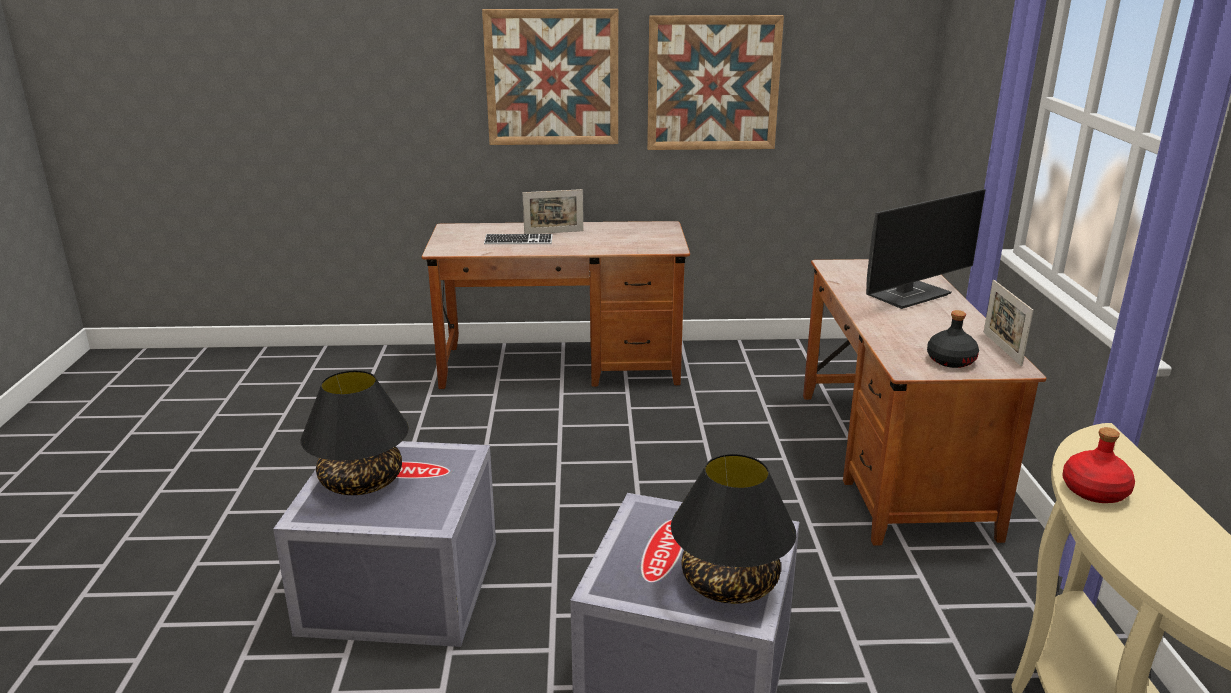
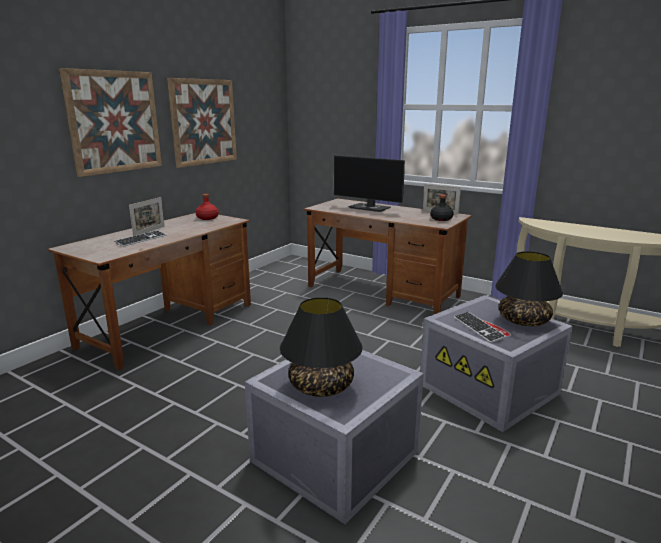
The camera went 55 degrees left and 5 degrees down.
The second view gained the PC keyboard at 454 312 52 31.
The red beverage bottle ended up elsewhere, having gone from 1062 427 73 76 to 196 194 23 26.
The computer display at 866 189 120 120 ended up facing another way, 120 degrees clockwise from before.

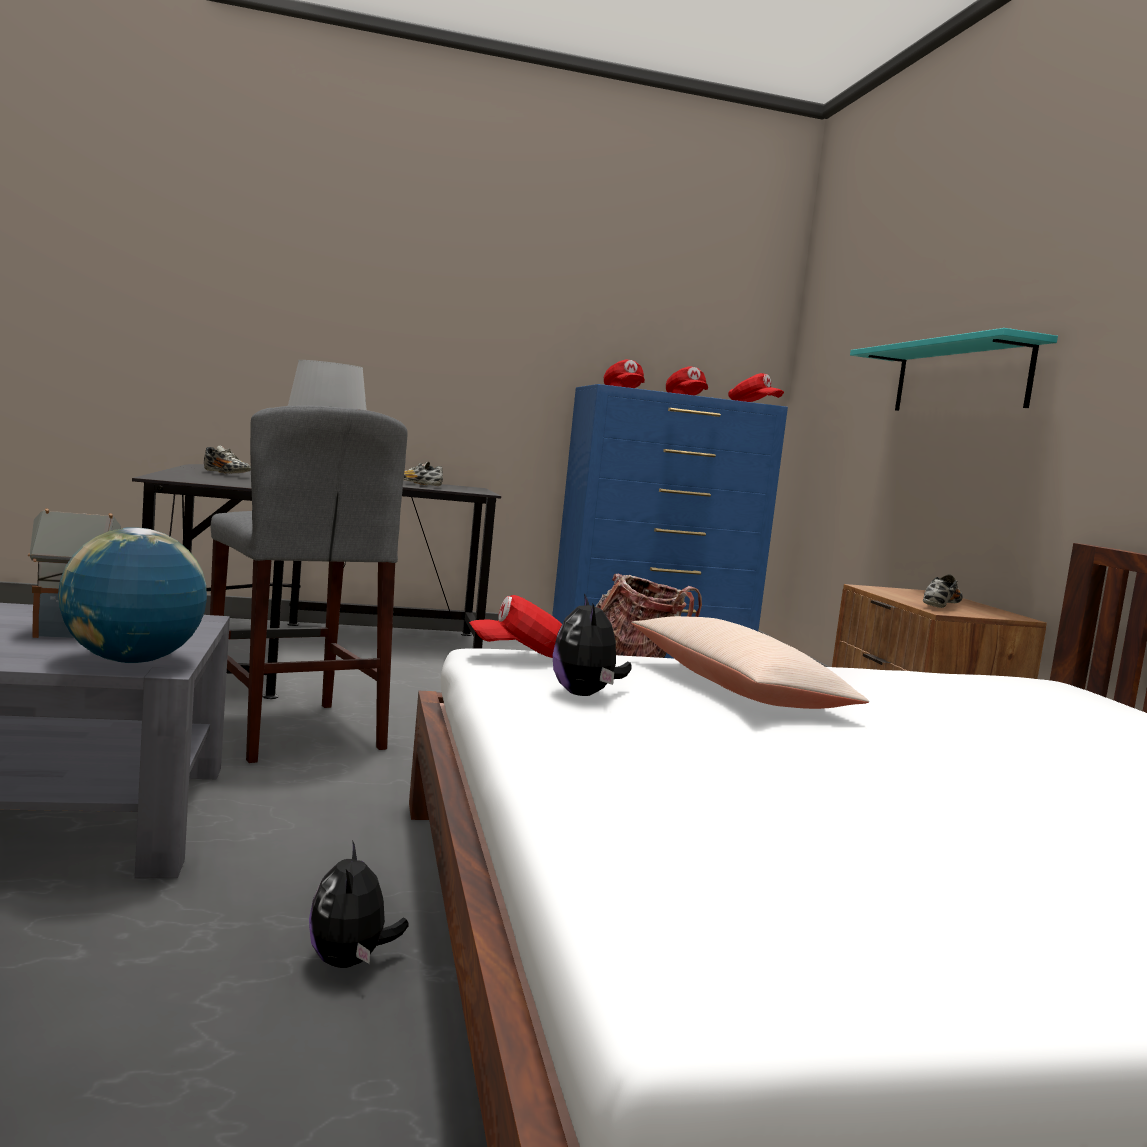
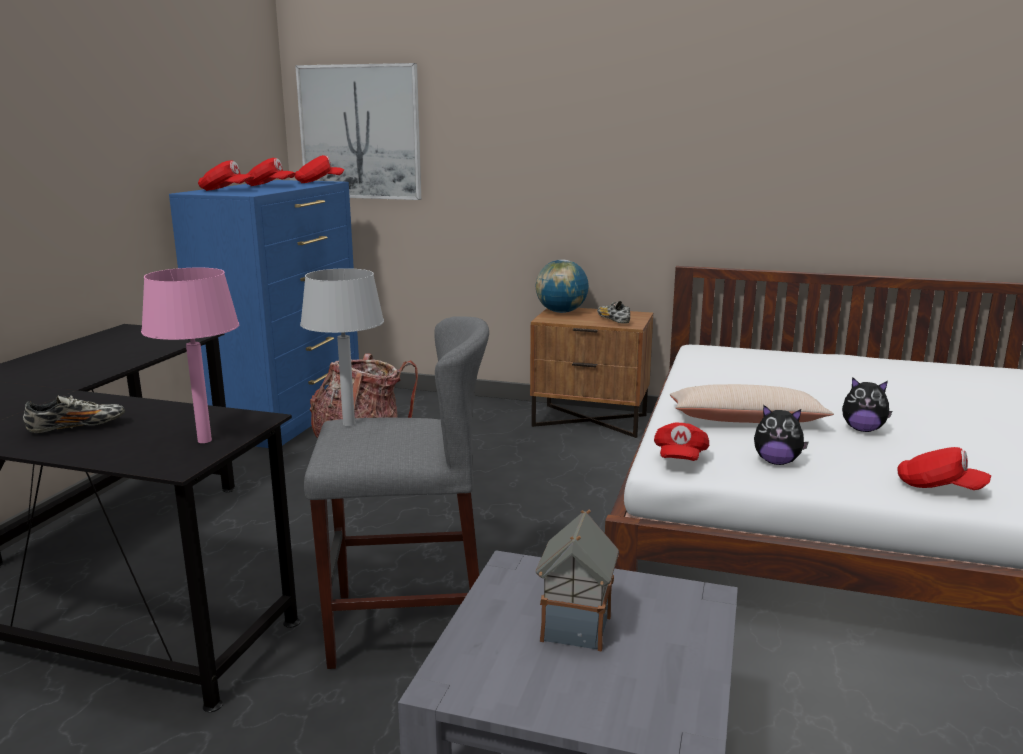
The camera went 60 degrees left and 10 degrees up.
The second view lost the shoe at 404 462 39 24.
The second view lost the turquoise wall shelf at 850 328 208 83.
The second view gained the pink-coloured table lamp at 141 268 98 175.
The second view gained the wall picture at 295 63 126 137.
The second view gained the red cap at 897 447 94 43.
The desk globe ended up elsewhere, having gone from 58 527 149 136 to 536 260 53 53.
The cuddly toy ended up elsewhere, having gone from 309 840 99 128 to 842 377 50 55.

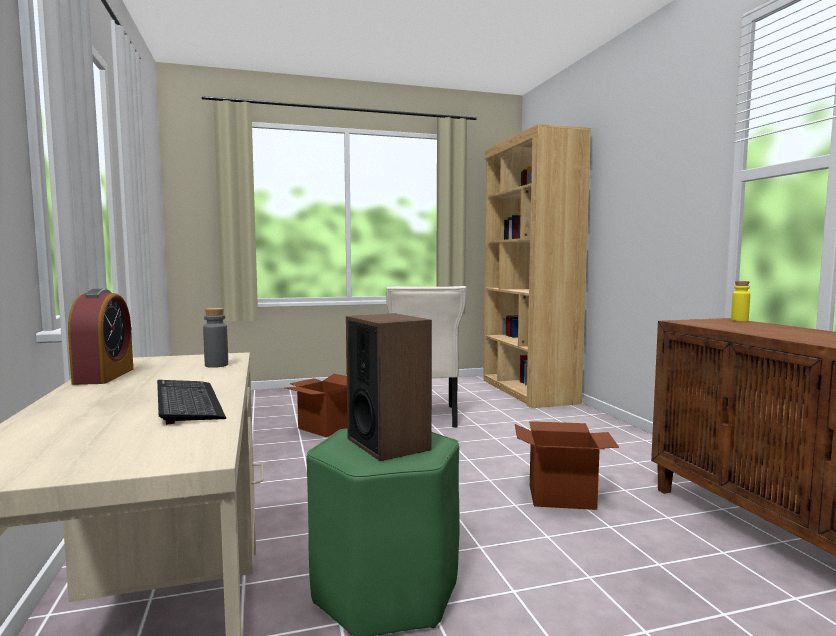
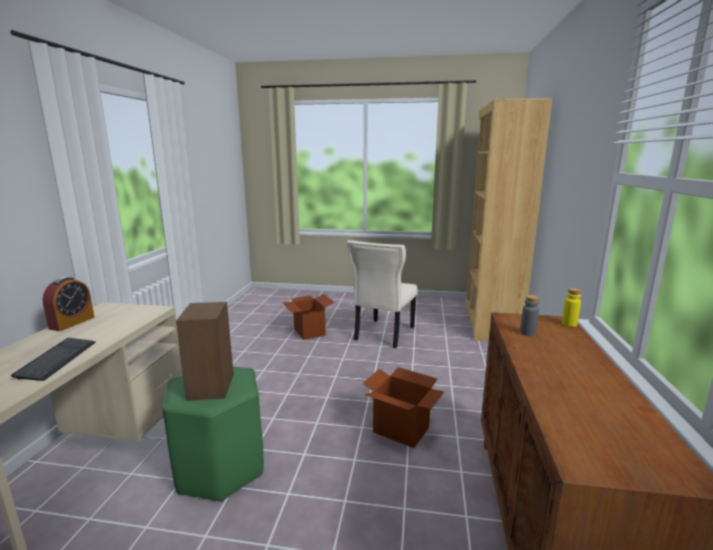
The camera went 25 degrees right and 10 degrees up.
The gray beverage bottle ended up elsewhere, having gone from 203 308 25 60 to 520 295 19 41.

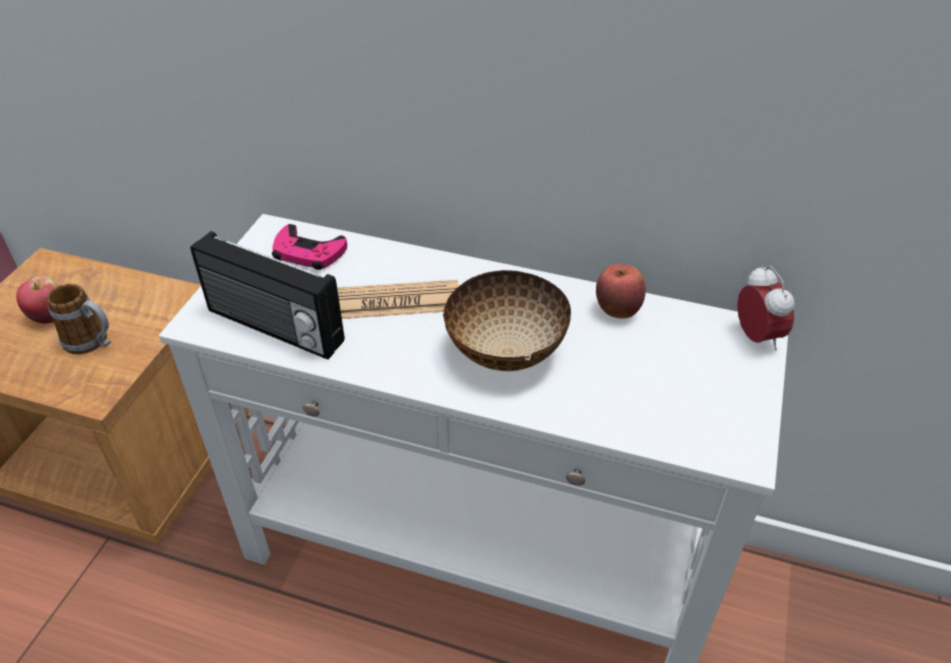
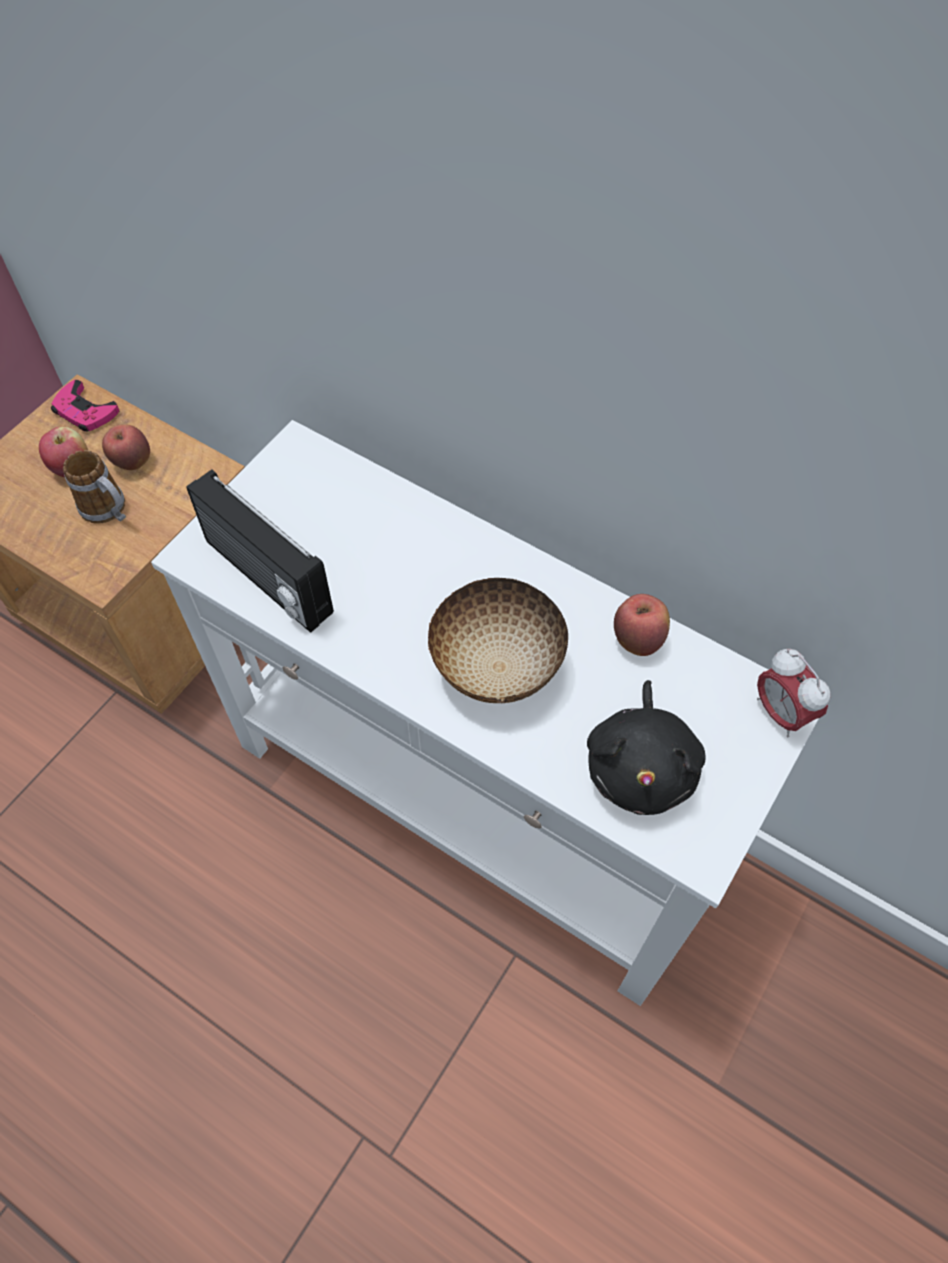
The camera went 15 degrees right and 15 degrees up.
The second view lost the printed paper at 337 280 122 39.
The second view gained the apple at 102 424 48 46.
The second view gained the black cuddly toy at 587 680 119 135.
The pink-coloured game controller ended up elsewhere, having gone from 272 224 75 46 to 51 380 68 52.
The table clock at 737 264 58 86 ended up facing another way, 150 degrees clockwise from before.

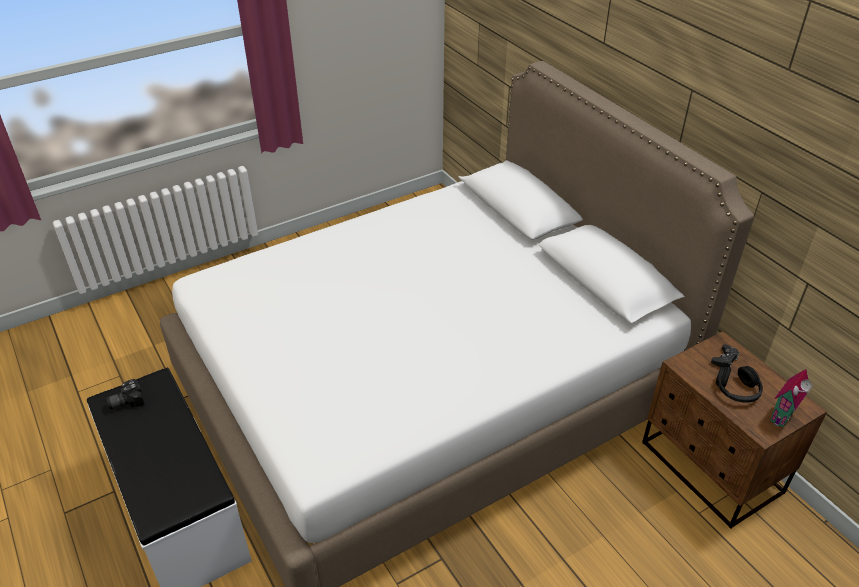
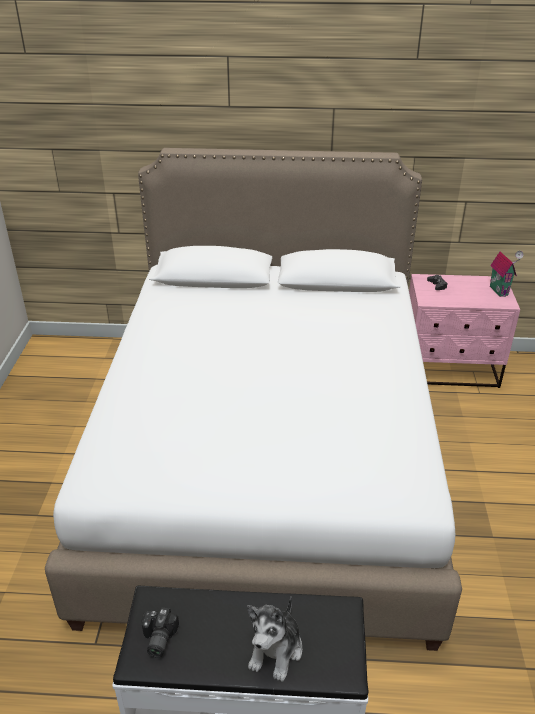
The camera went 55 degrees left and 5 degrees down.
The second view lost the black headphones at 716 366 47 37.
The second view gained the cuddly toy at 247 597 55 85.
What was the brownish night table at 642 331 185 198 turned into the pink-coloured night table at 409 274 111 114.

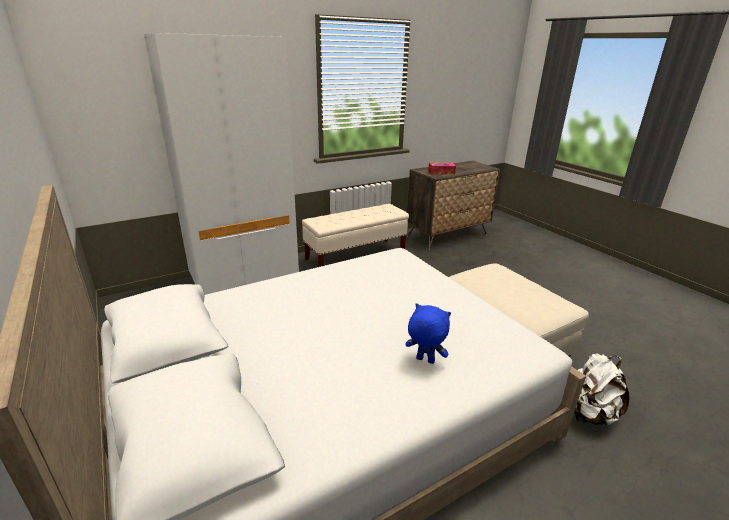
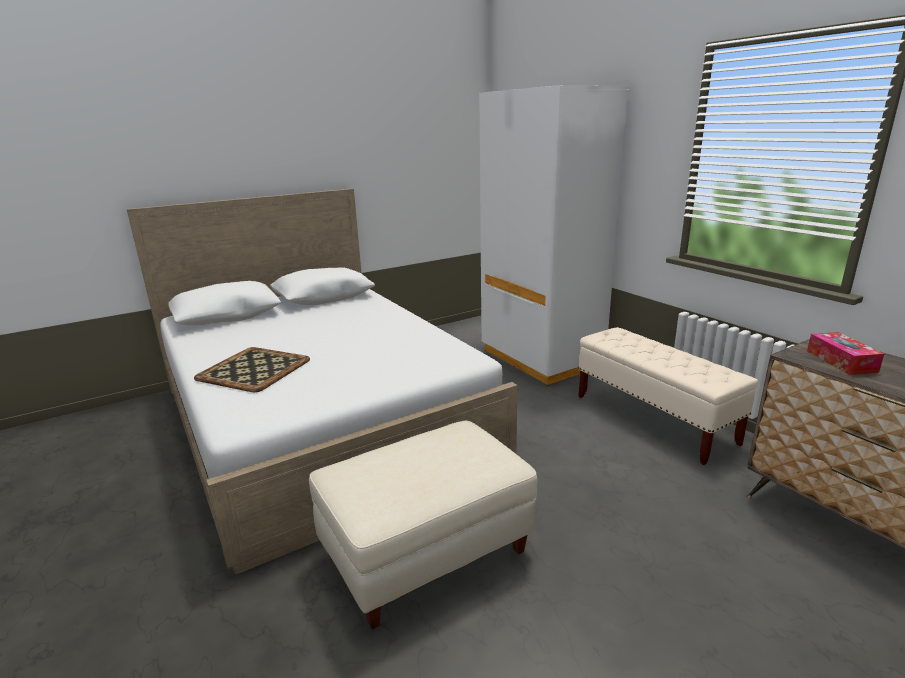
The camera went 90 degrees right and 5 degrees down.
The second view lost the whitish knapsack at 574 353 55 72.
Where the blue-coloured cuddly toy stood at 405 303 46 61, the tray came to stand at 194 347 116 45.

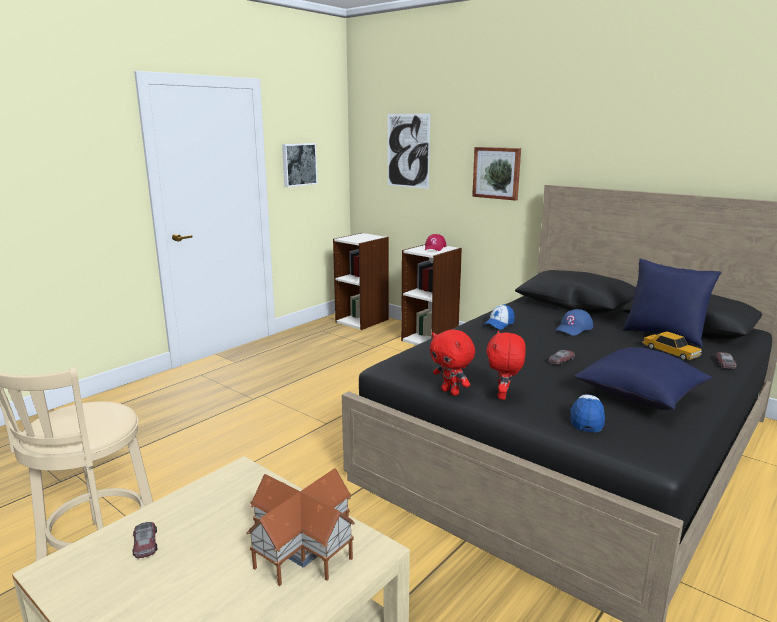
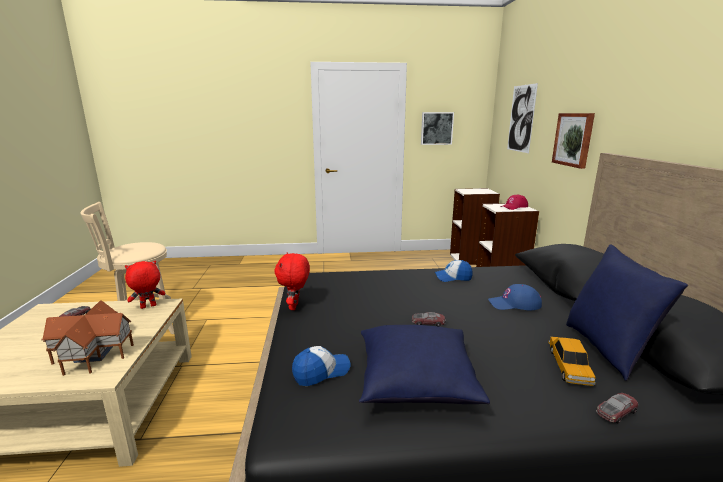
The camera went 45 degrees right and 0 degrees up.
The red cuddly toy ended up elsewhere, having gone from 486 331 40 69 to 125 261 40 48.

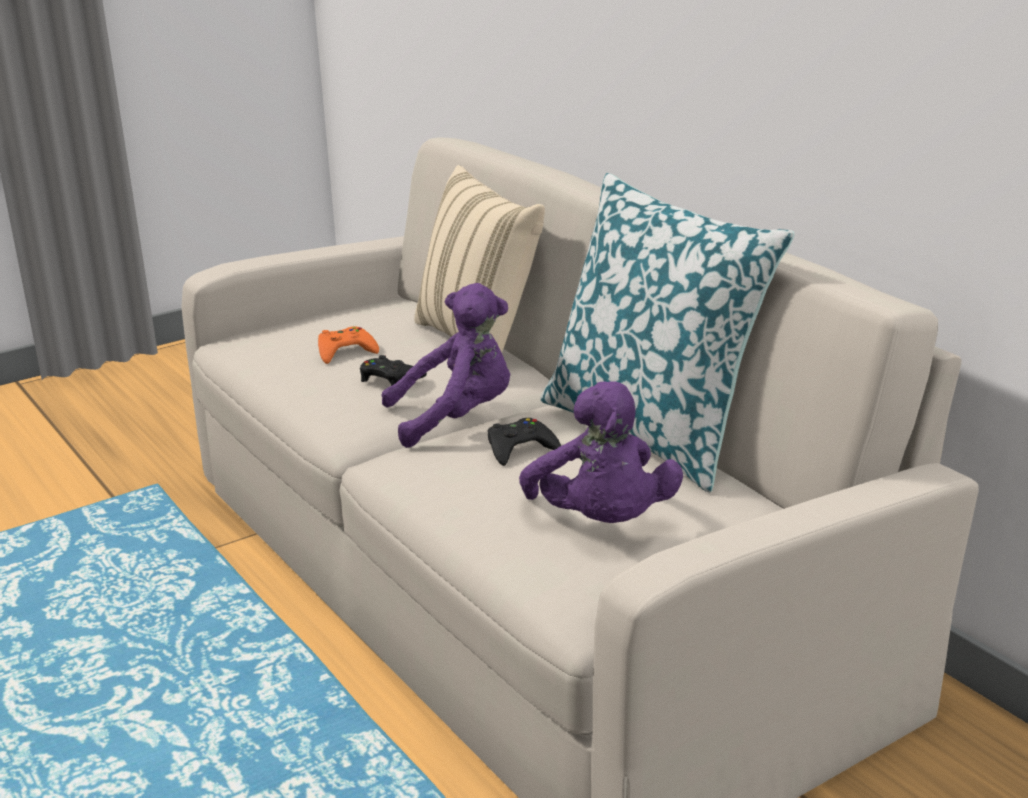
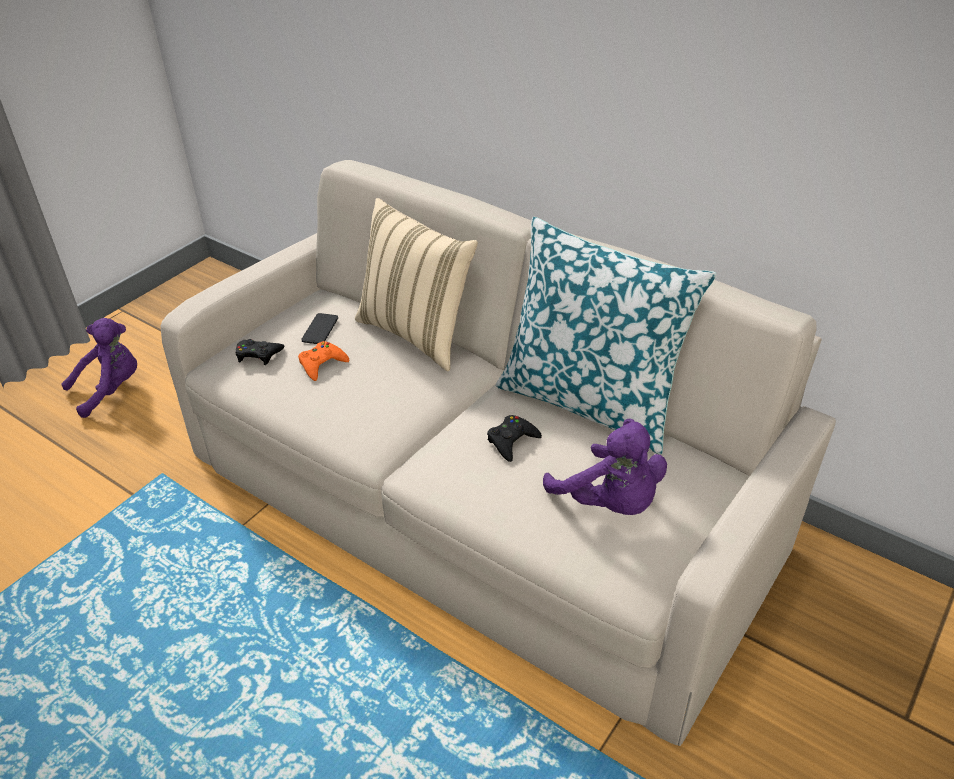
The camera went 20 degrees left and 15 degrees up.
The second view gained the handset at 301 313 37 31.
The black game controller ended up elsewhere, having gone from 360 355 67 31 to 236 339 48 26.
The purplish cuddly toy ended up elsewhere, having gone from 381 283 129 165 to 62 318 75 100.

